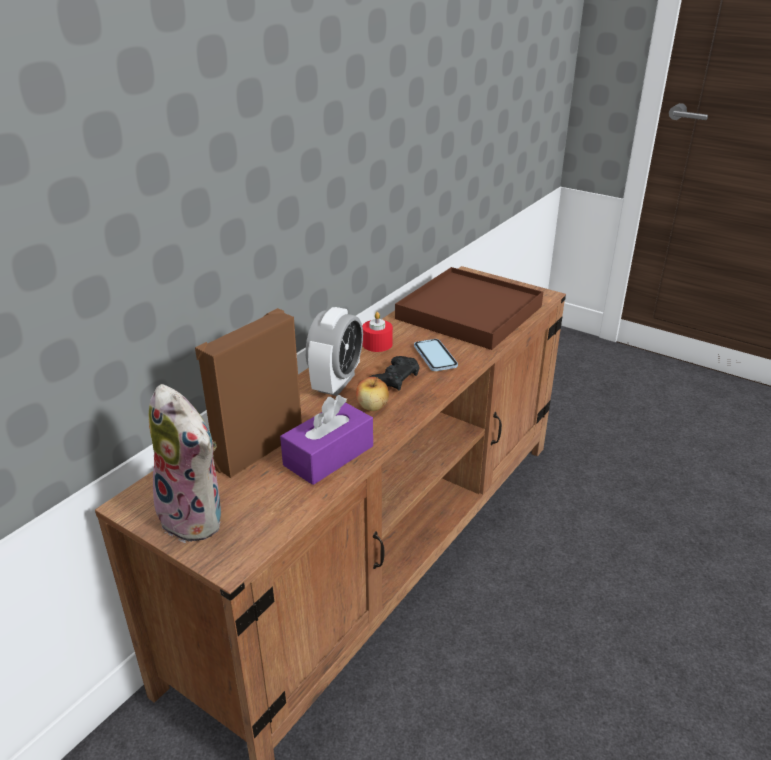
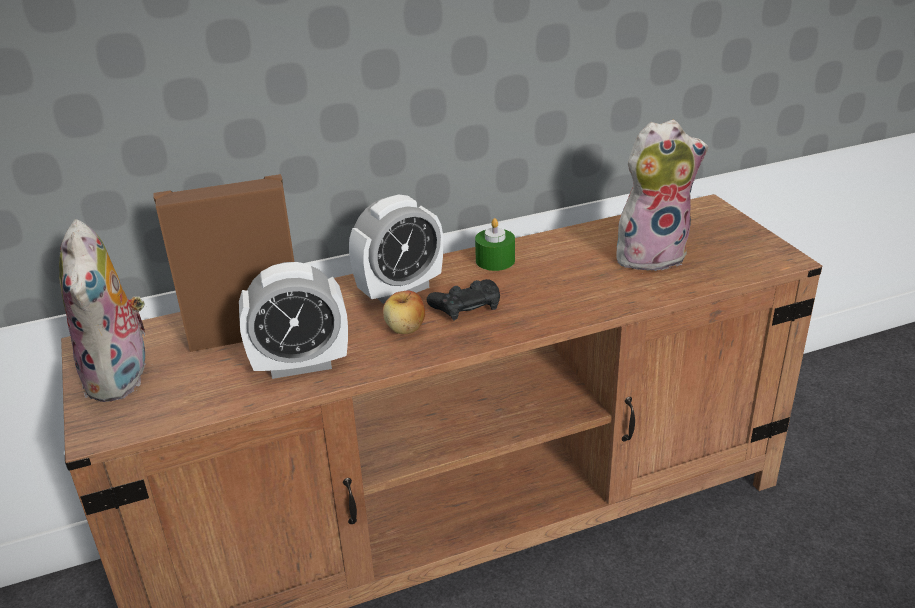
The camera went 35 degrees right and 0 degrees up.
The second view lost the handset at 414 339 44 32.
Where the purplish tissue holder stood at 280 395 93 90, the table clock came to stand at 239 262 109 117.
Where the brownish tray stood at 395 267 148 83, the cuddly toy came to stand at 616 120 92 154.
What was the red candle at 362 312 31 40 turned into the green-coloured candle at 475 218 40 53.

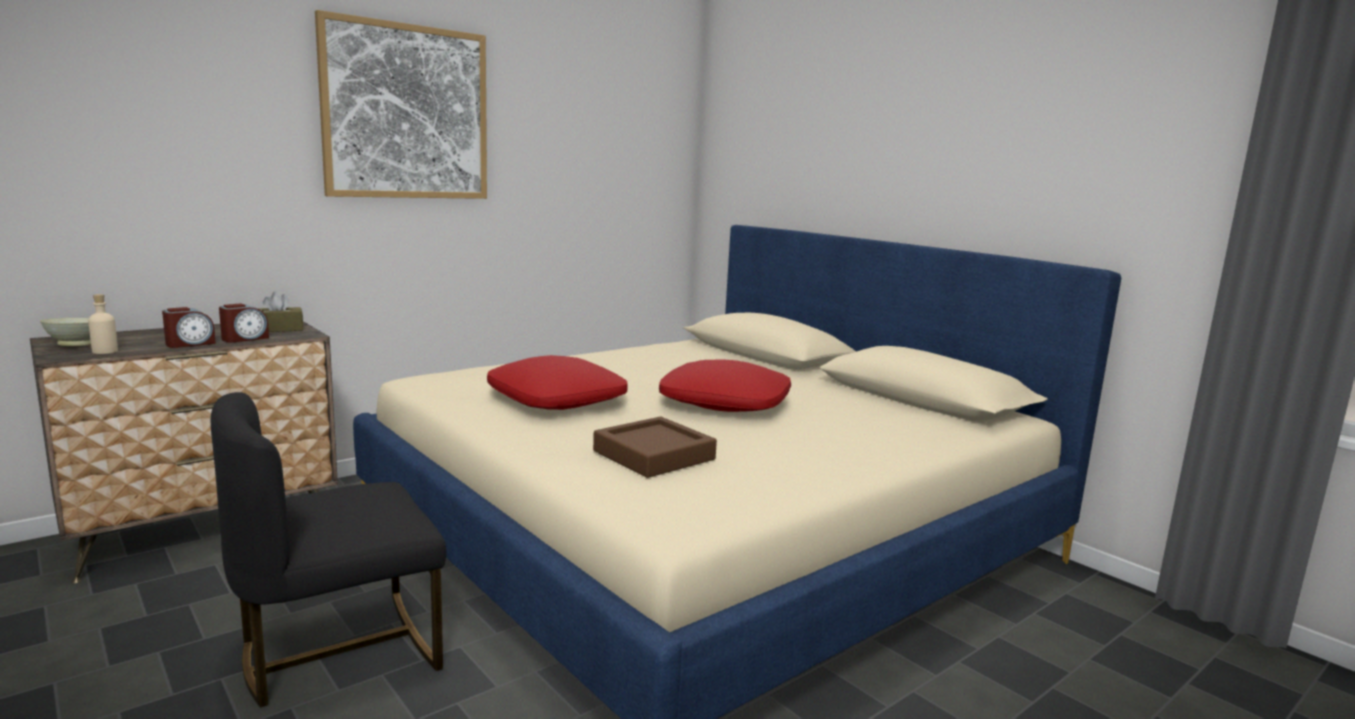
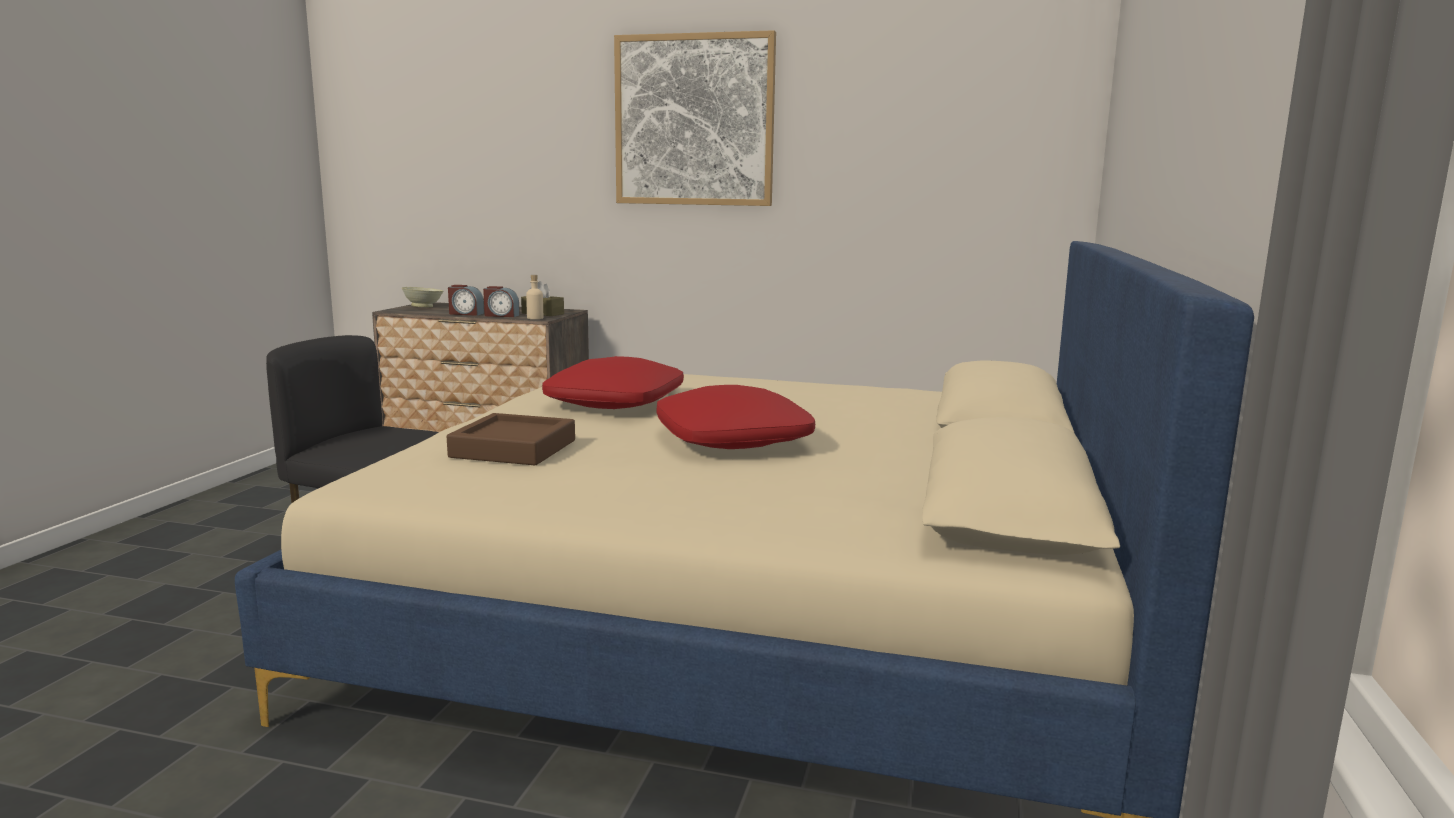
The camera went 55 degrees right and 0 degrees up.
The beige-coloured beverage bottle ended up elsewhere, having gone from 88 294 30 60 to 526 275 17 44.

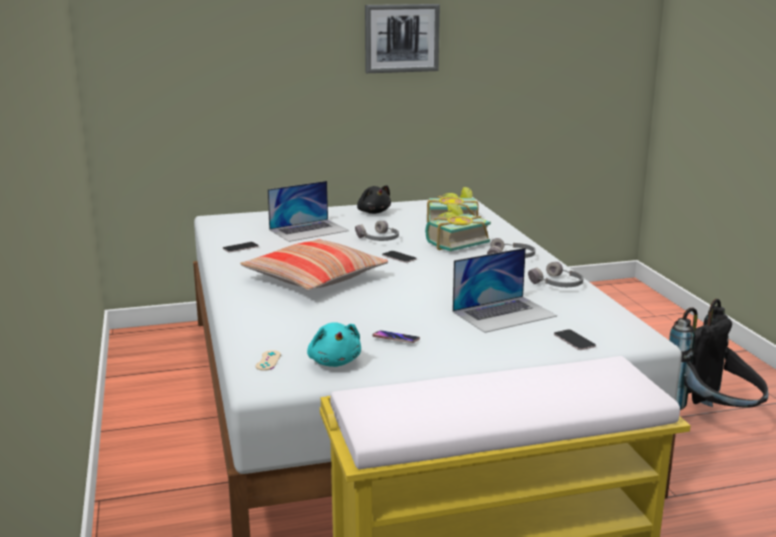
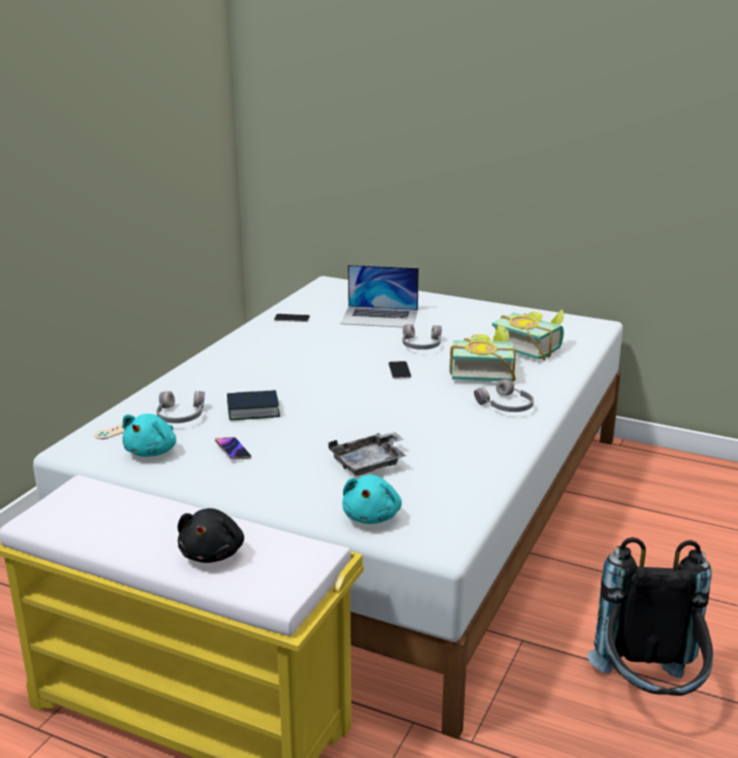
The camera went 40 degrees right and 5 degrees up.
The second view lost the throw pillow at 240 239 148 52.
The second view lost the wall picture at 365 4 75 69.
The second view gained the bound book at 227 390 53 30.
The black cuddly toy ended up elsewhere, having gone from 357 185 34 29 to 178 508 66 55.
The gray headphones ended up elsewhere, having gone from 528 262 55 25 to 156 391 49 32.
Where the laptop stood at 452 248 105 85, the gray tray came to stand at 328 432 78 44.
Where the handset stood at 554 329 42 21, the turquoise cuddly toy came to stand at 342 475 60 49.

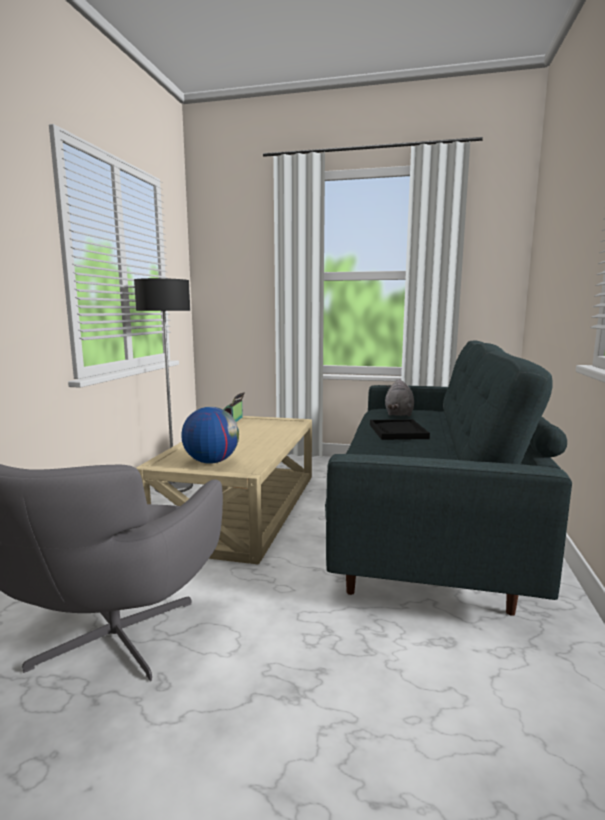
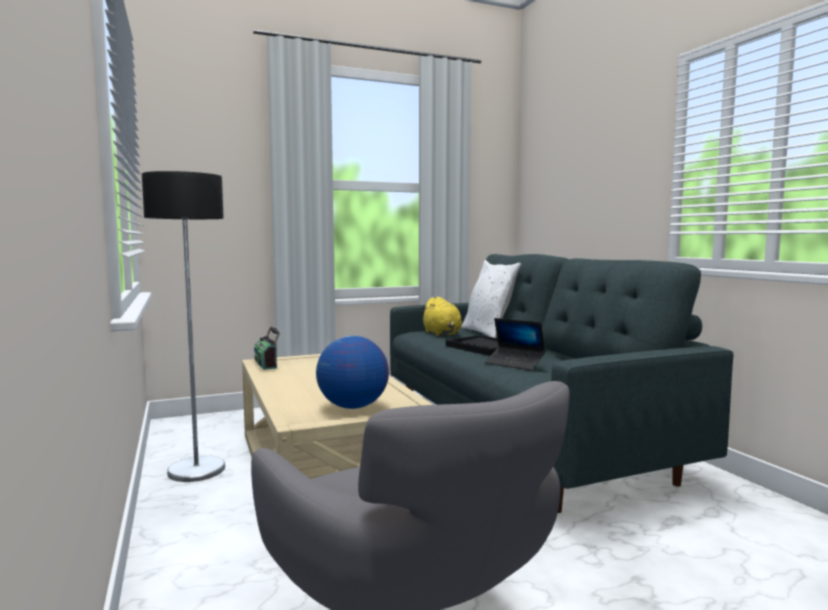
The camera went 35 degrees left and 5 degrees down.
The second view gained the whitish throw pillow at 461 260 61 78.
The second view gained the laptop at 485 318 60 52.
What was the gray cuddly toy at 385 379 29 38 turned into the yellow-coloured cuddly toy at 421 297 41 39.

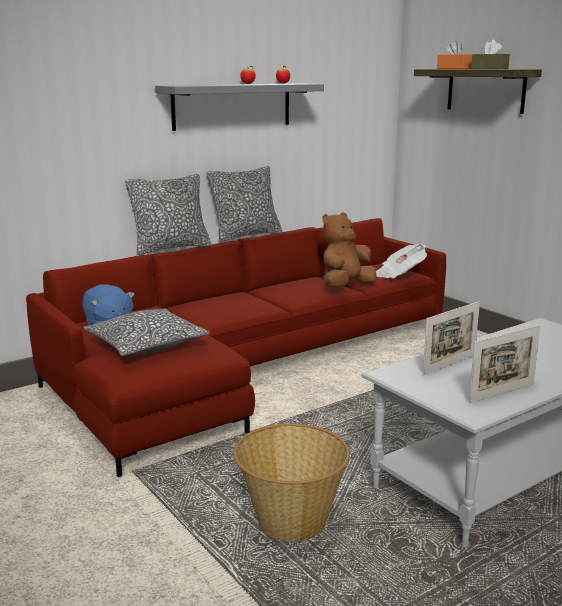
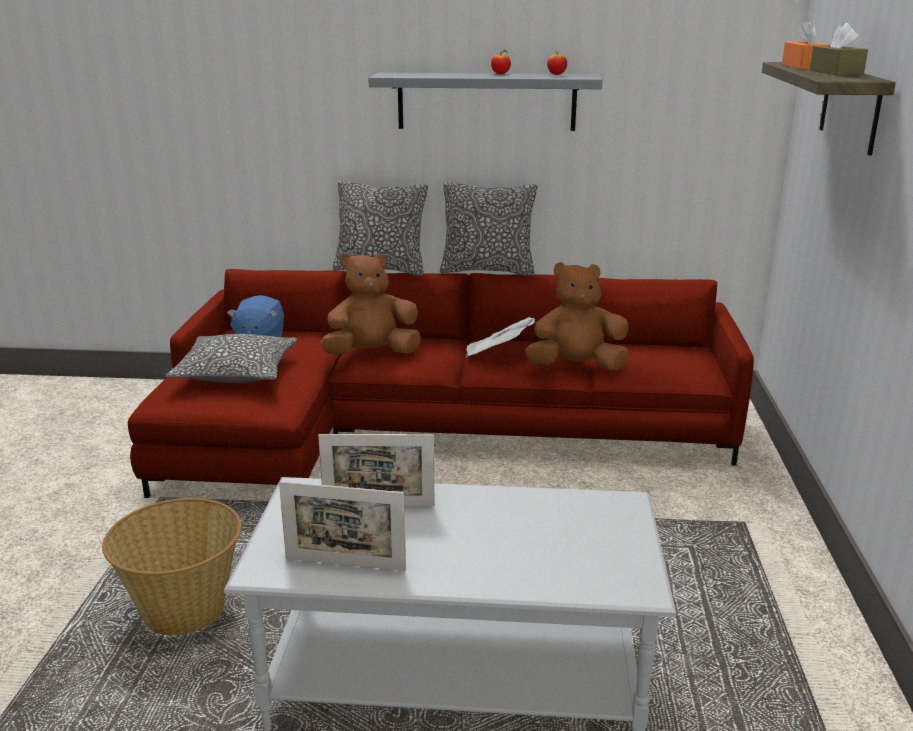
The camera went 40 degrees right and 5 degrees up.
The second view gained the brownish cuddly toy at 320 253 101 101.
The printed paper ended up elsewhere, having gone from 376 244 51 35 to 466 317 69 40.

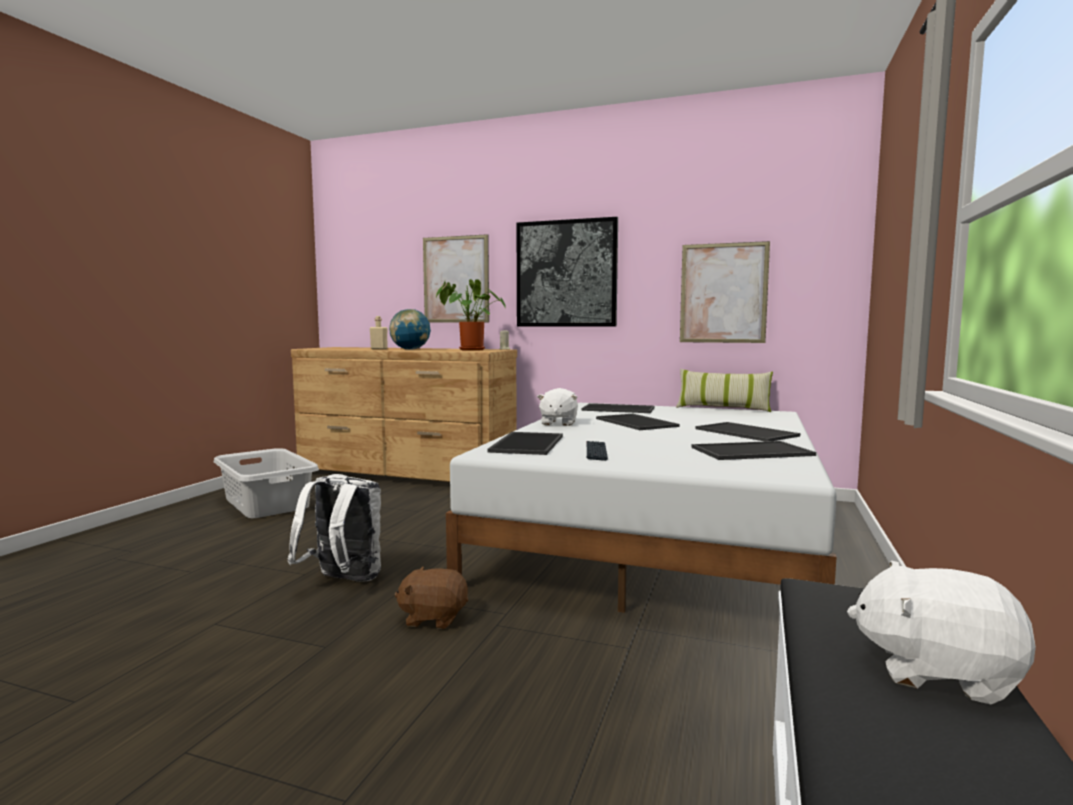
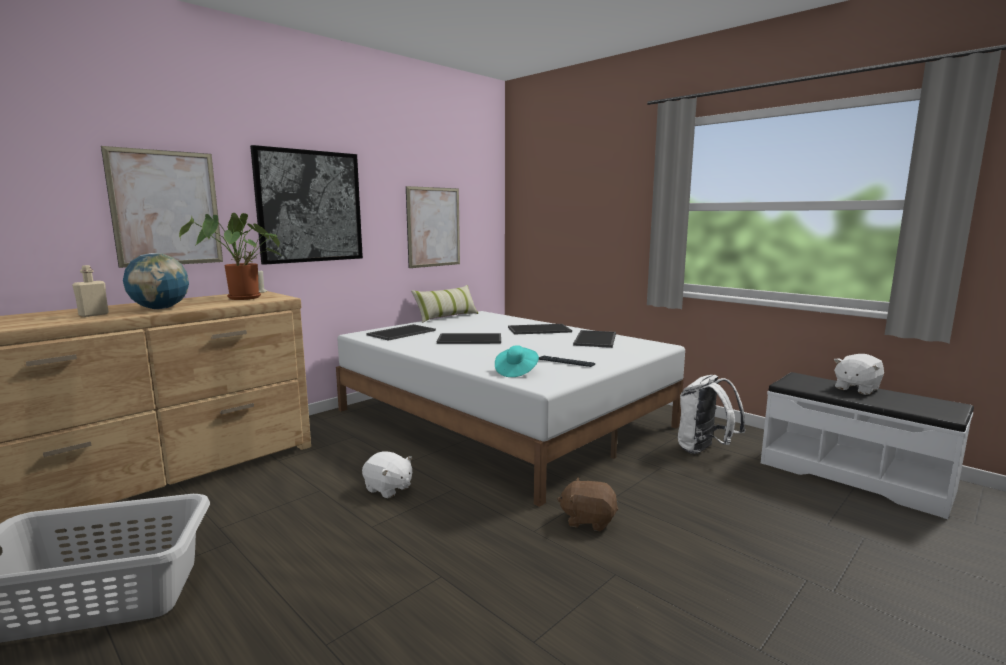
The camera went 65 degrees left and 5 degrees up.
The whitish knapsack ended up elsewhere, having gone from 287 474 94 108 to 678 375 67 79.
The whitish cuddly toy ended up elsewhere, having gone from 537 388 41 38 to 362 452 50 46.
Where the tray stood at 487 432 76 23, the turquoise clothing hat came to stand at 495 345 44 32.
The brownish cuddly toy at 395 566 73 63 ended up facing another way, 75 degrees clockwise from before.

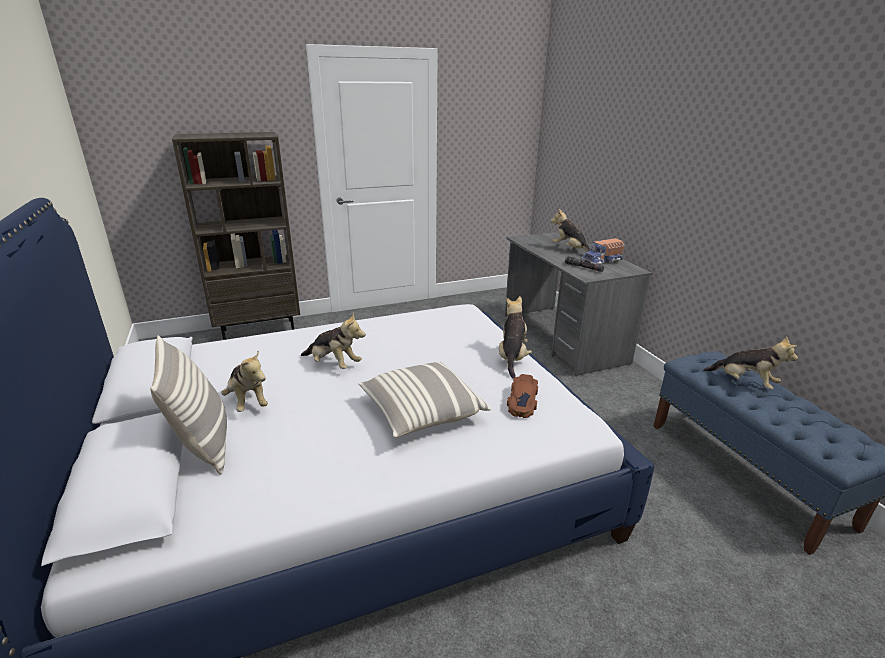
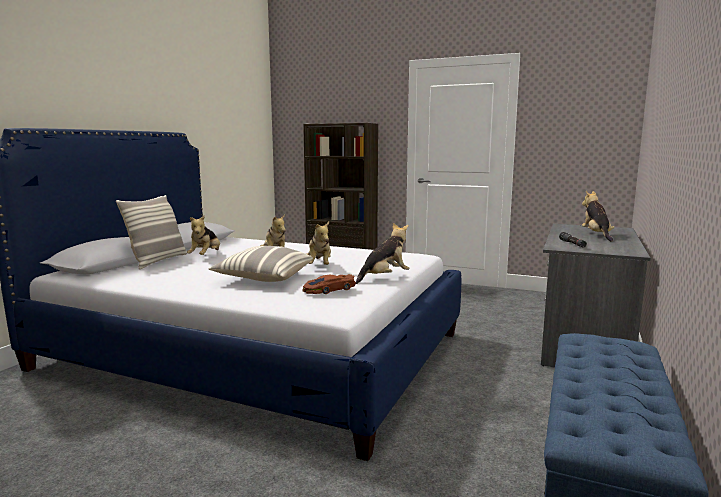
The camera went 45 degrees right and 15 degrees down.
The second view lost the toy lorry at 581 238 44 27.
The cuddly toy ended up elsewhere, having gone from 703 336 95 54 to 305 222 26 43.

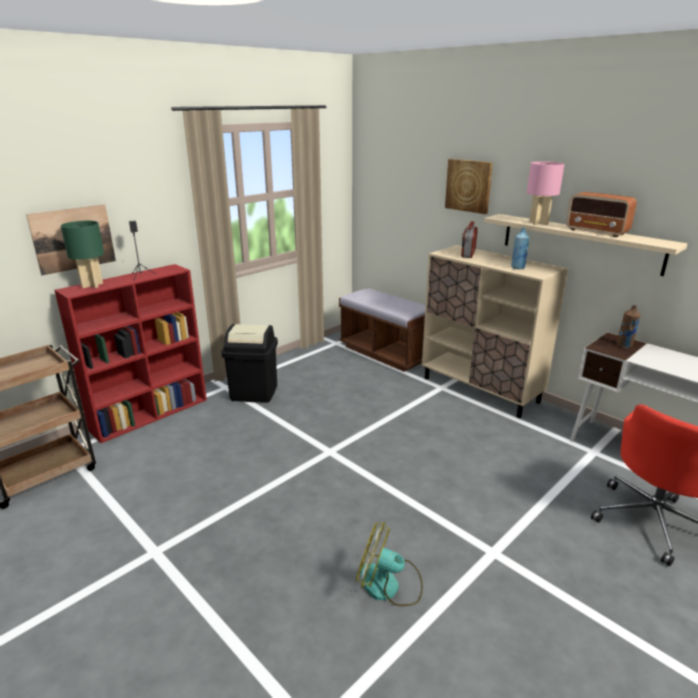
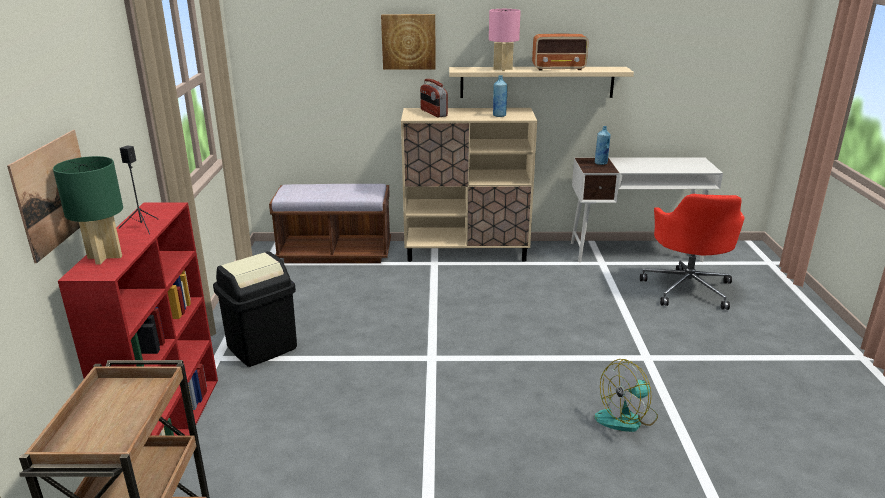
The camera went 45 degrees left and 0 degrees up.
What was the brownish beverage bottle at 617 305 24 43 turned into the blue-coloured beverage bottle at 595 126 16 39.

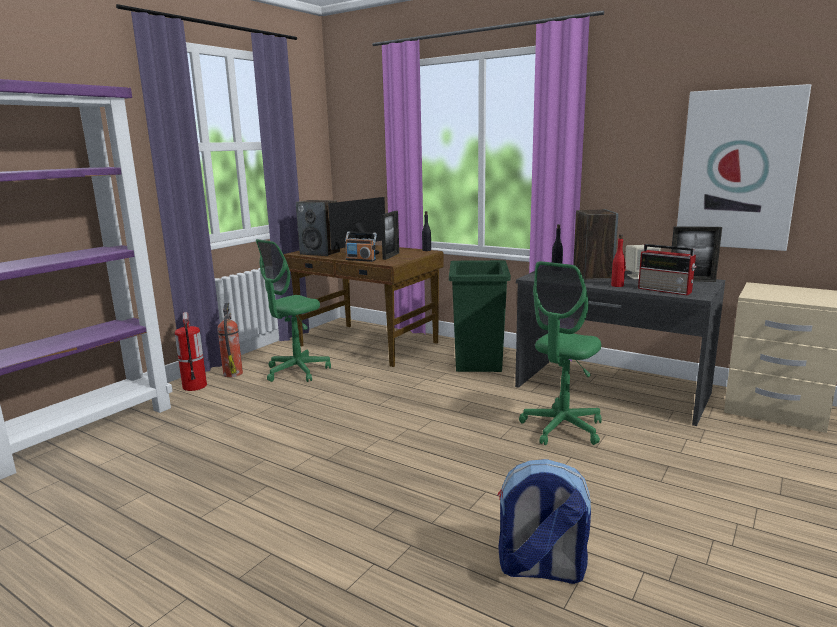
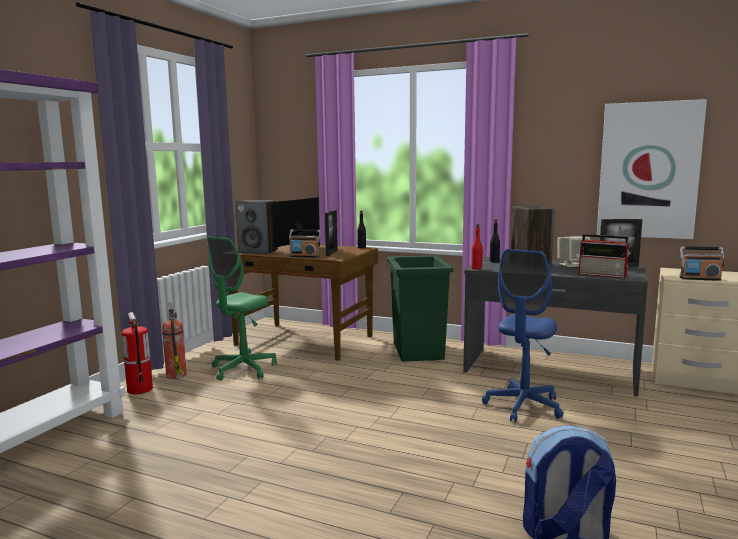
The camera went 10 degrees left and 5 degrees down.
The second view gained the radio set at 680 246 44 35.
The red beverage bottle ended up elsewhere, having gone from 611 234 15 53 to 471 224 12 46.
What was the green-coloured desk chair at 519 261 83 184 turned into the blue-coloured desk chair at 482 249 81 173.

